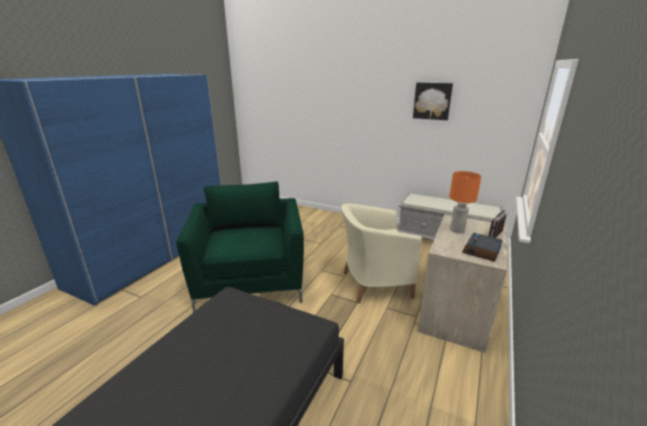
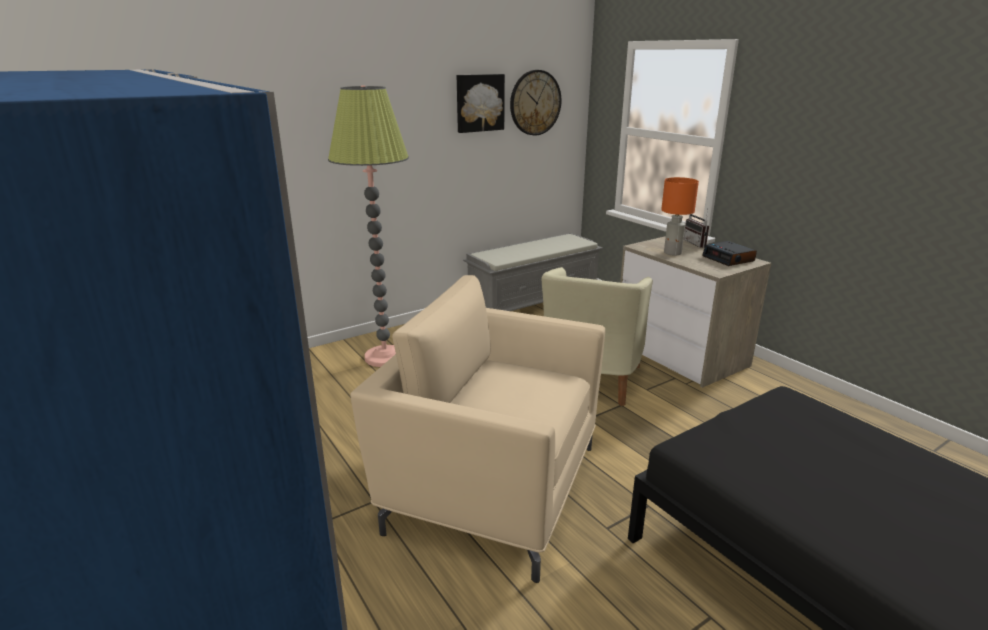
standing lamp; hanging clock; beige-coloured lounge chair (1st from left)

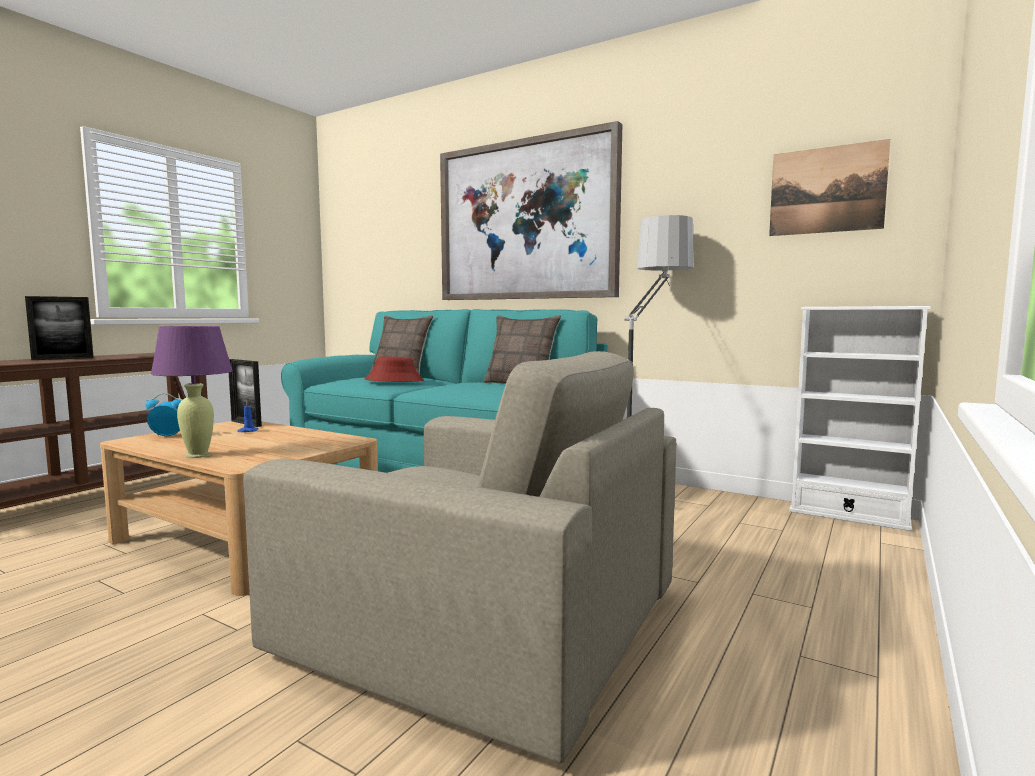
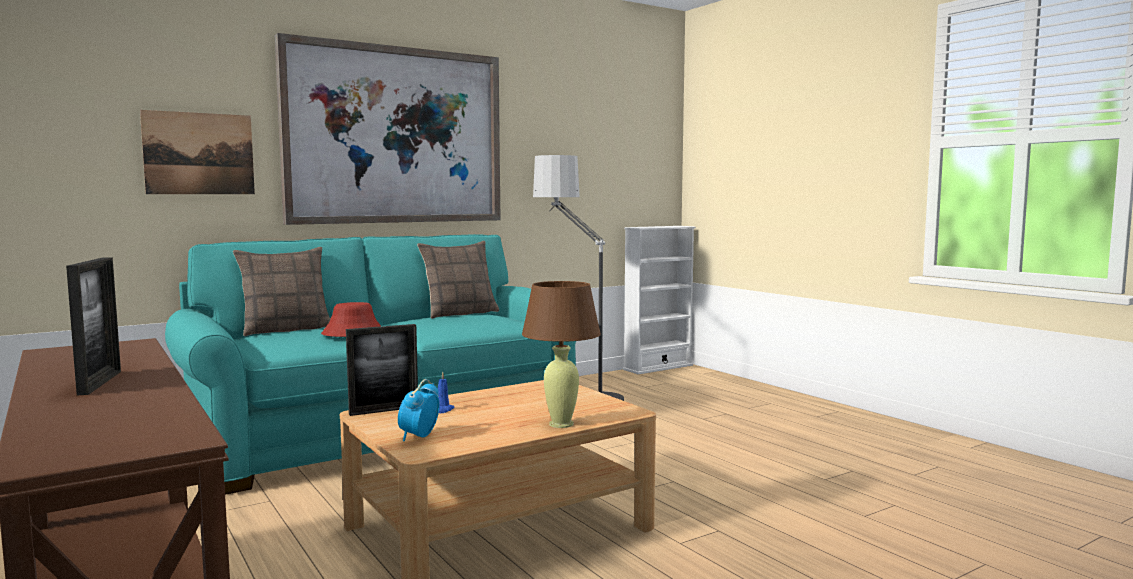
beige-coloured lounge chair; wall art (1st from left); brownish table lamp

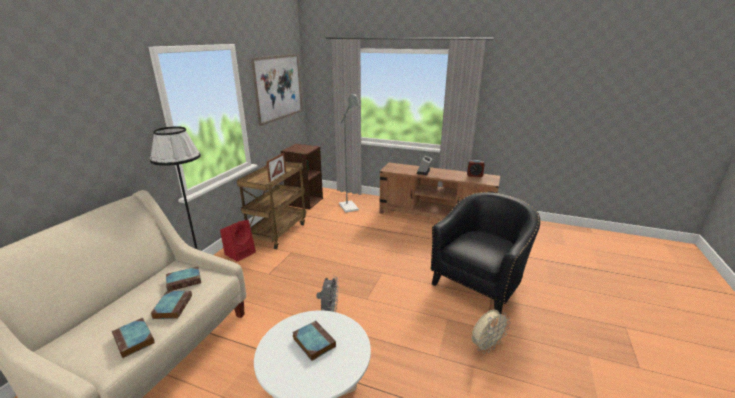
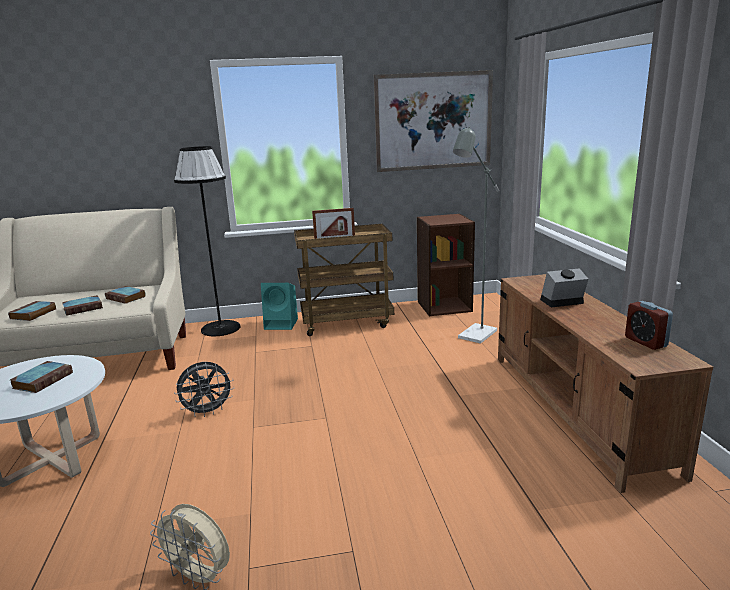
black-coloured lounge chair; blue-green loudspeaker

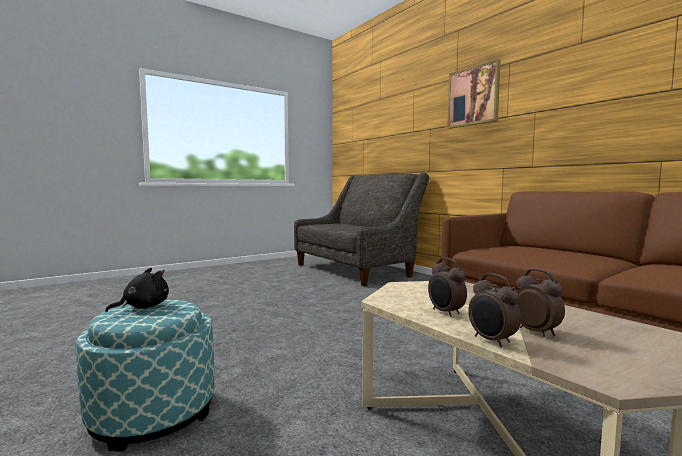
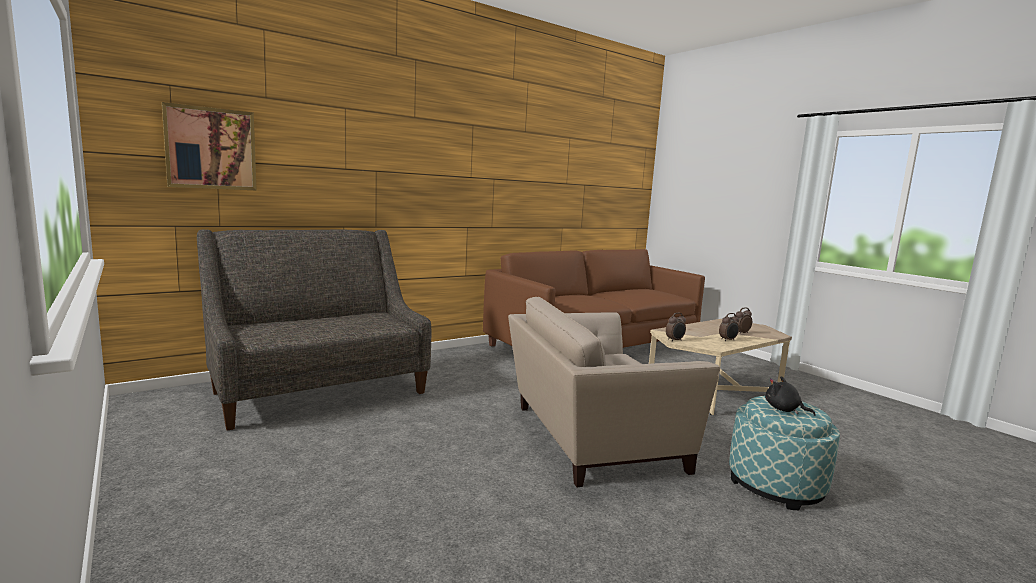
beige-coloured lounge chair; wall art; alarm clock (1st from left)

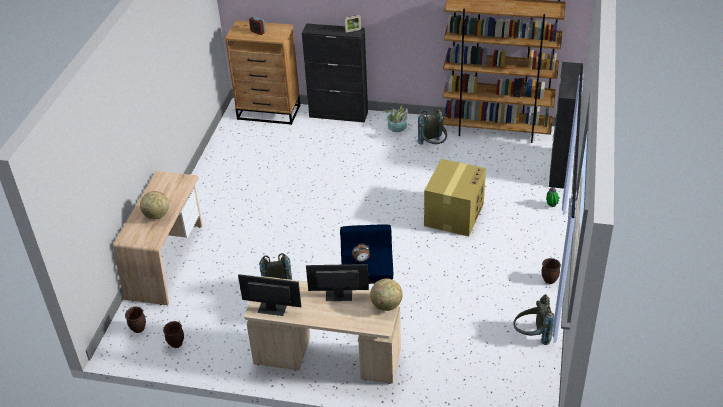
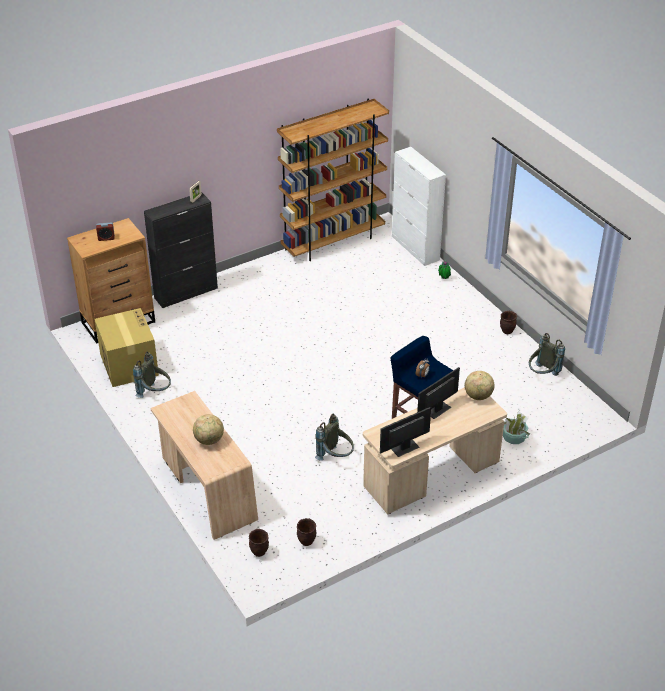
plant in a pot (2nd from left); gray rucksack (1st from left); packing box; white-coloured cabinet

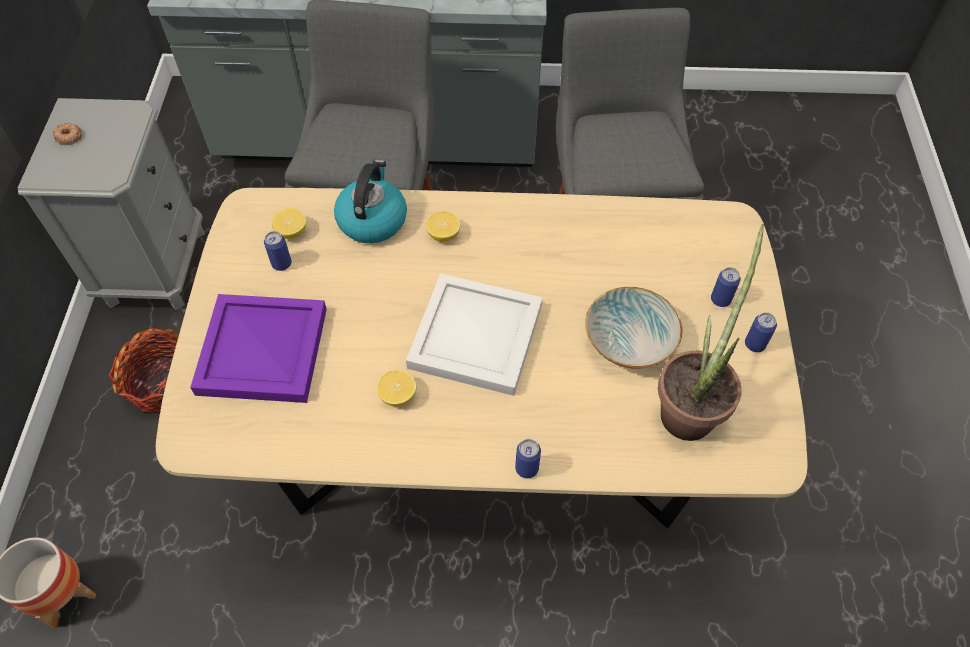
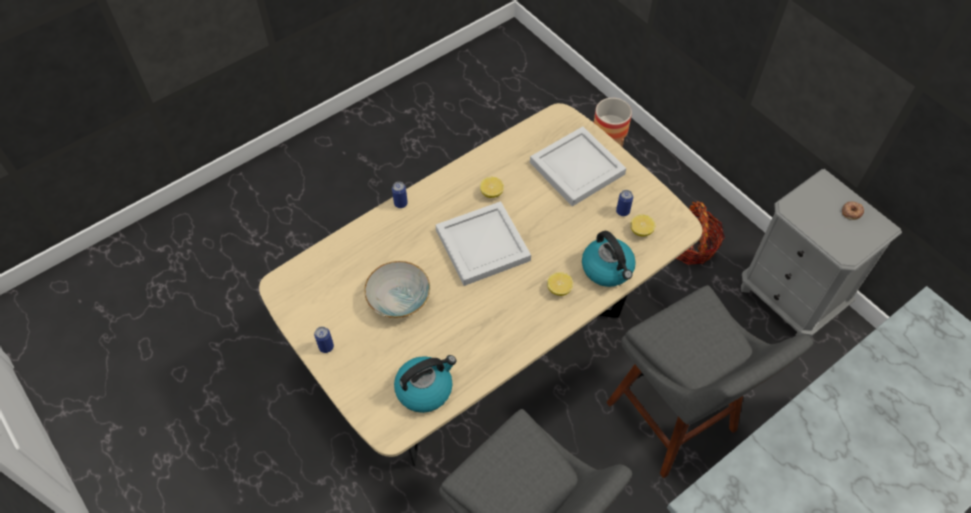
plant in a pot; can (3rd from left in the first image); kettle (1st from left); white-coloured carrying tray (2nd from left)

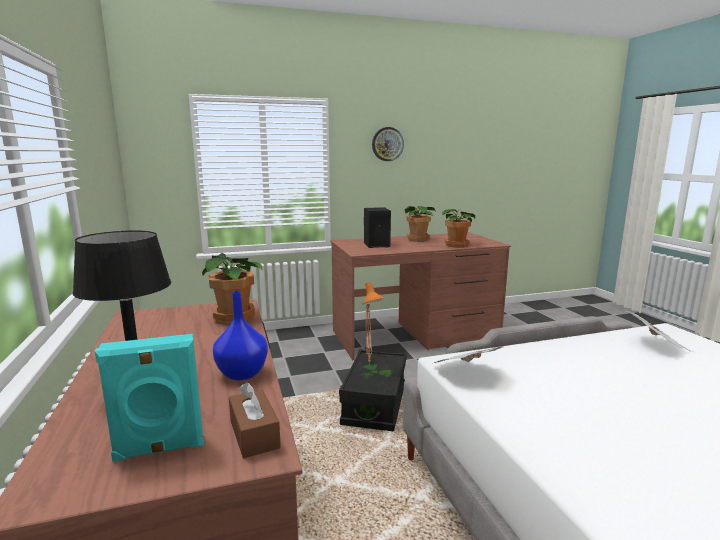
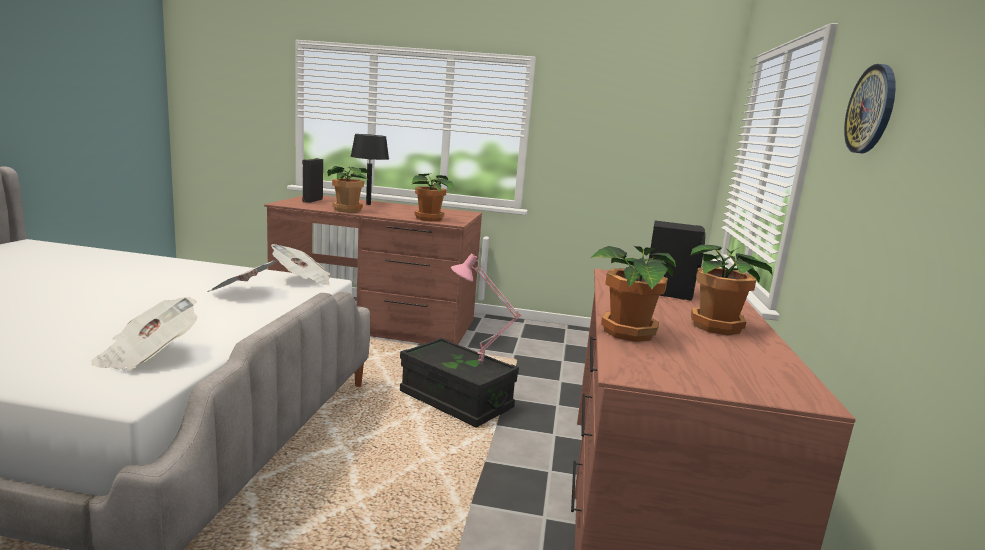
brownish box of tissues; printed paper (2nd from left); plant in a pot (1st from left); black-coloured loudspeaker (1st from left); pink-coloured table lamp

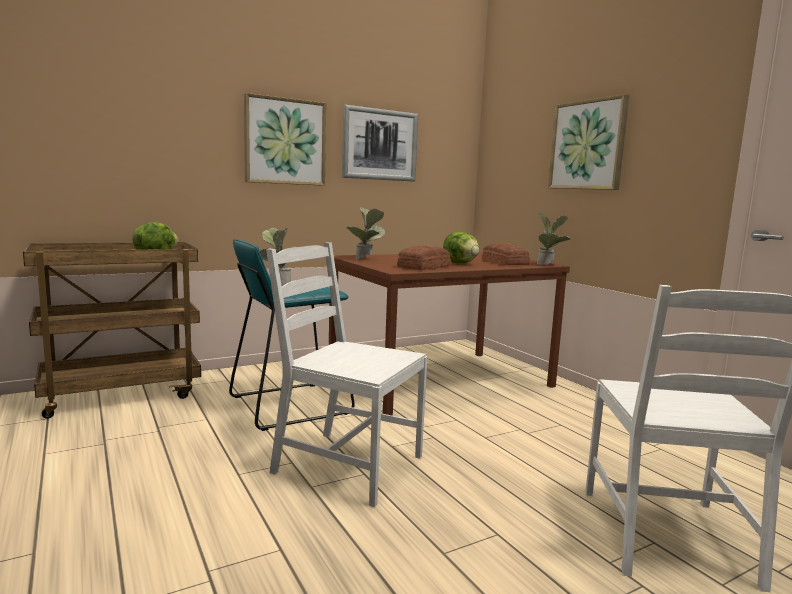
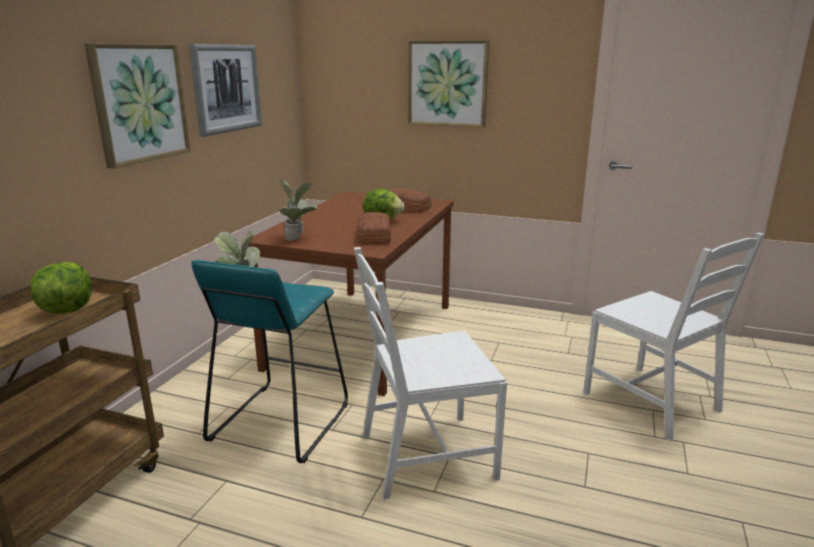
plant in a pot (3rd from left in the first image)

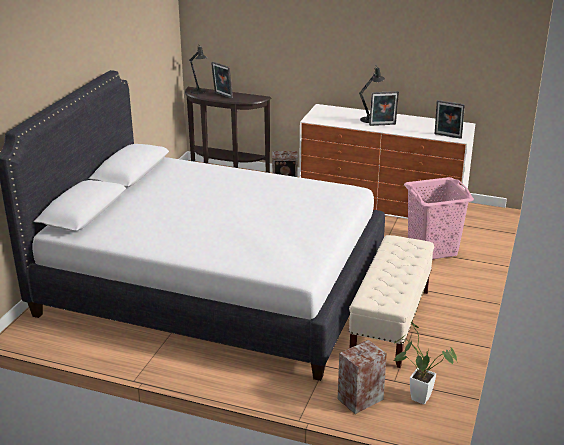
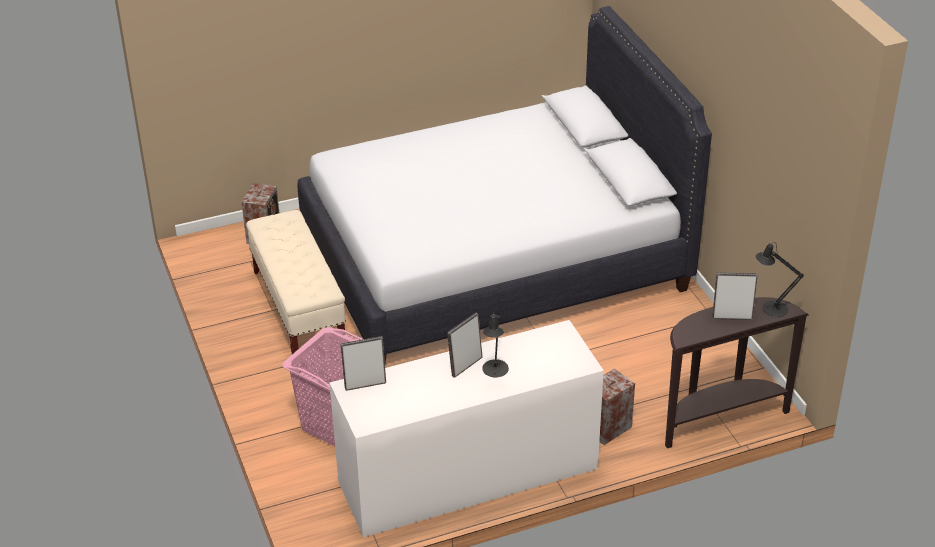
plant in a pot

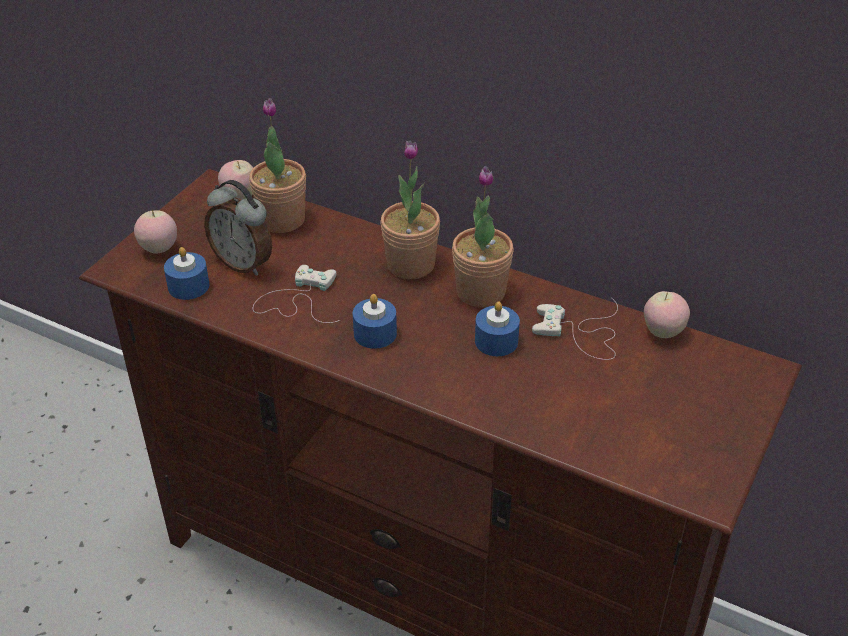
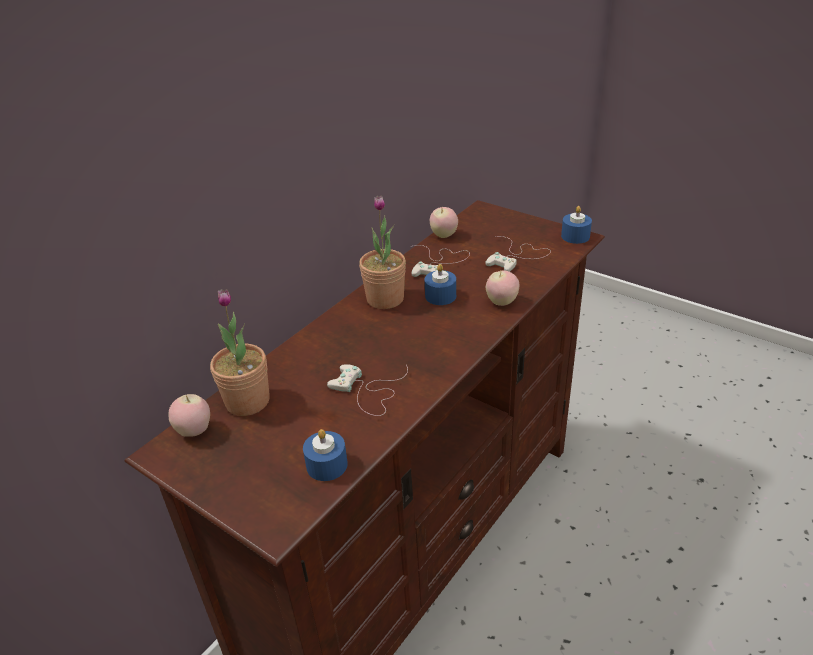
alarm clock; plant in a pot (2nd from left in the first image); white-coloured gamepad (3rd from left); whole apple (3rd from left); blue-coloured wax light (3rd from left)

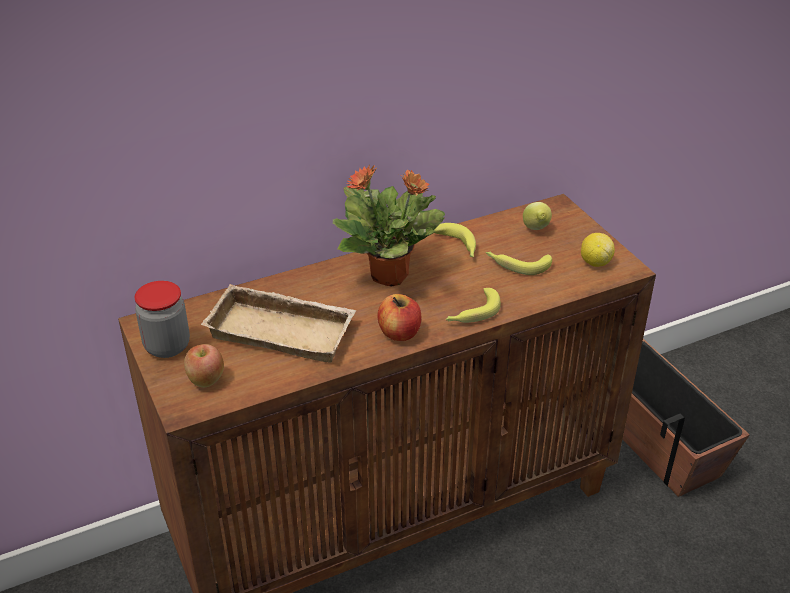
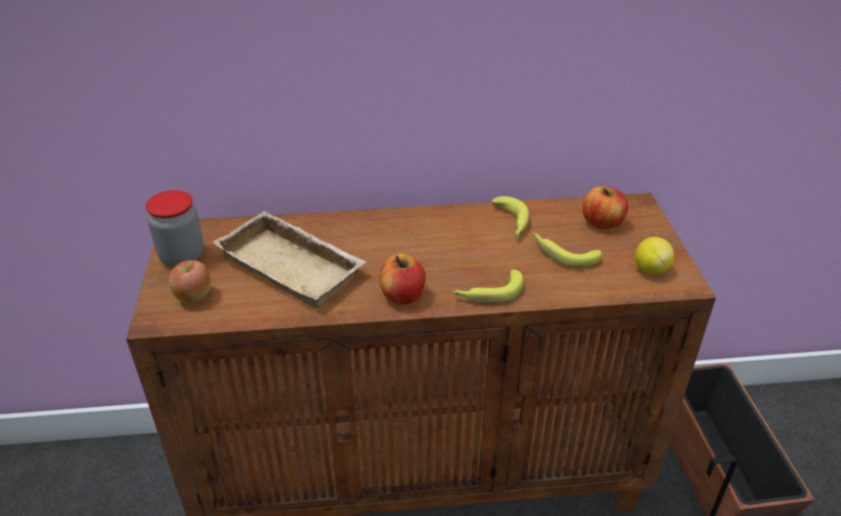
plant in a pot; whole apple (3rd from left)

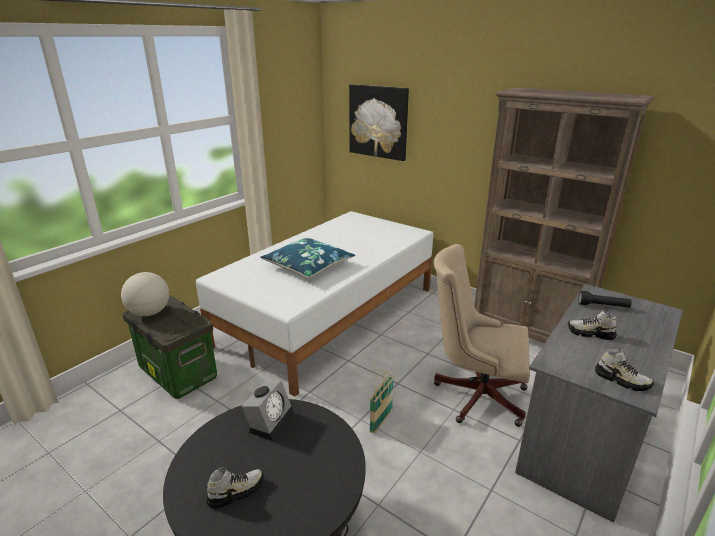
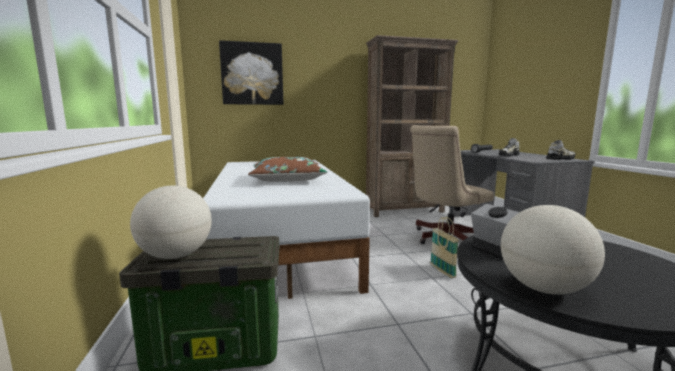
low shoe (1st from left in the first image); world globe (2nd from left); brownish pillow

